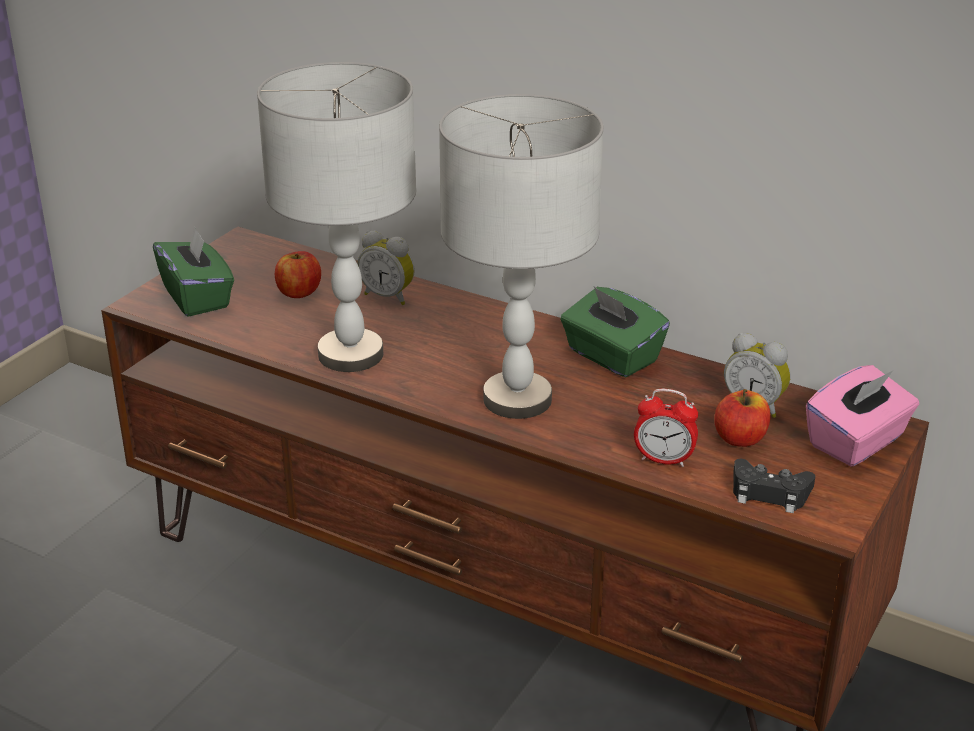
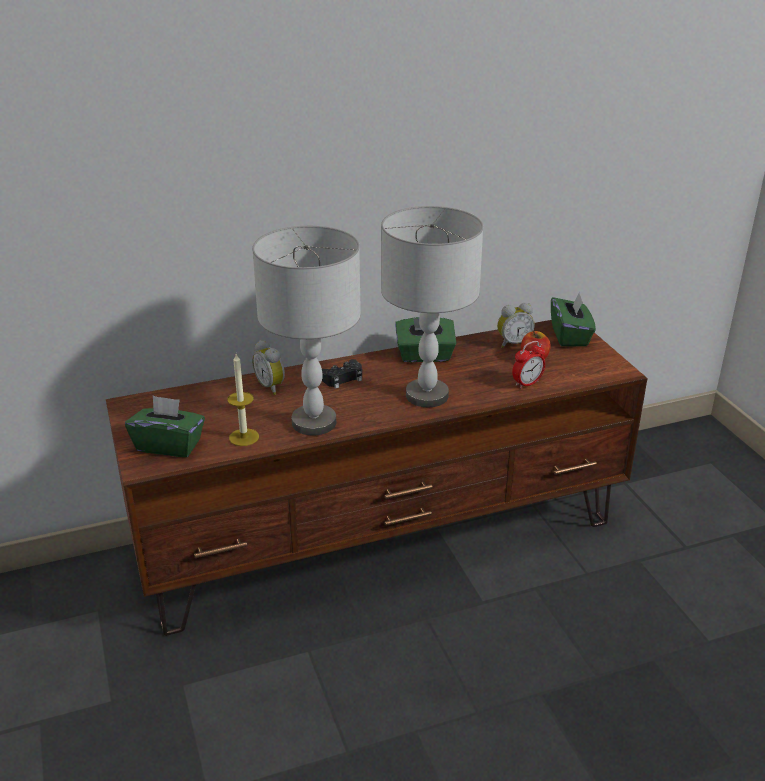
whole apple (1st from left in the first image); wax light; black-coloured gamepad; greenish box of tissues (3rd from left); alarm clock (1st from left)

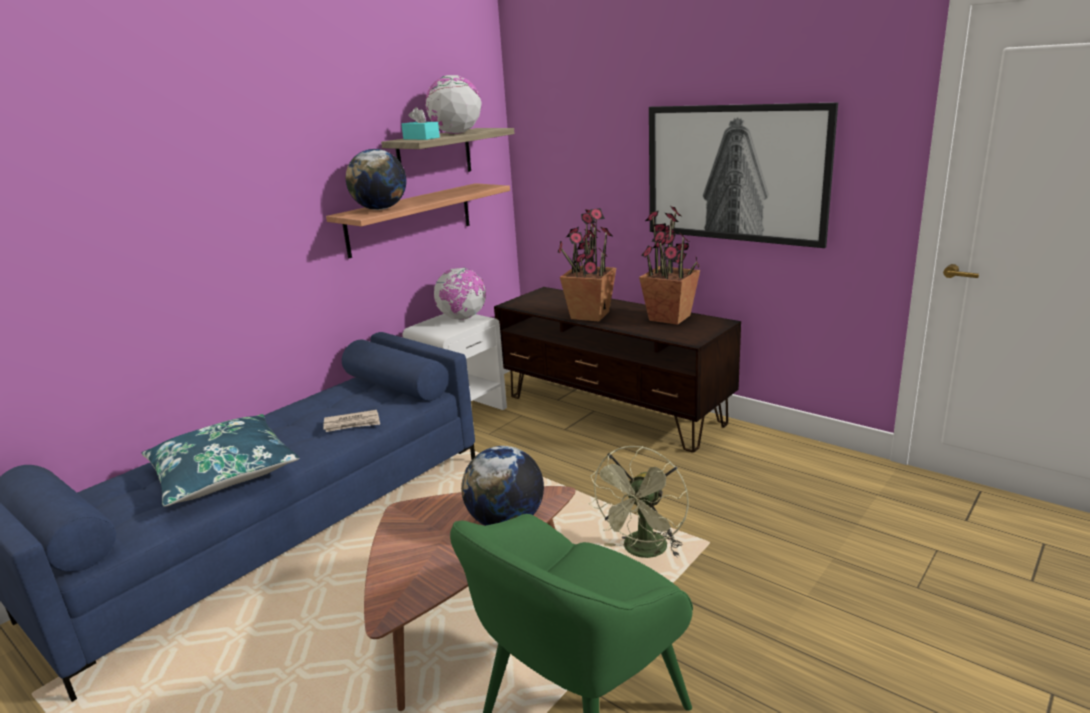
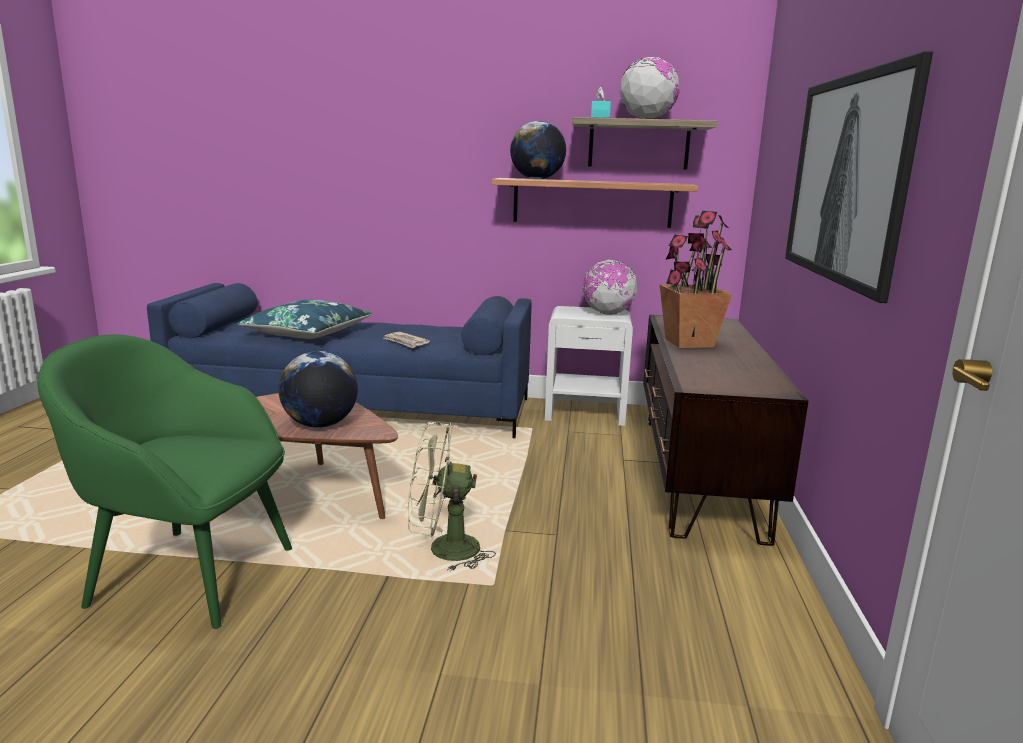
plant in a pot (2nd from left in the first image)

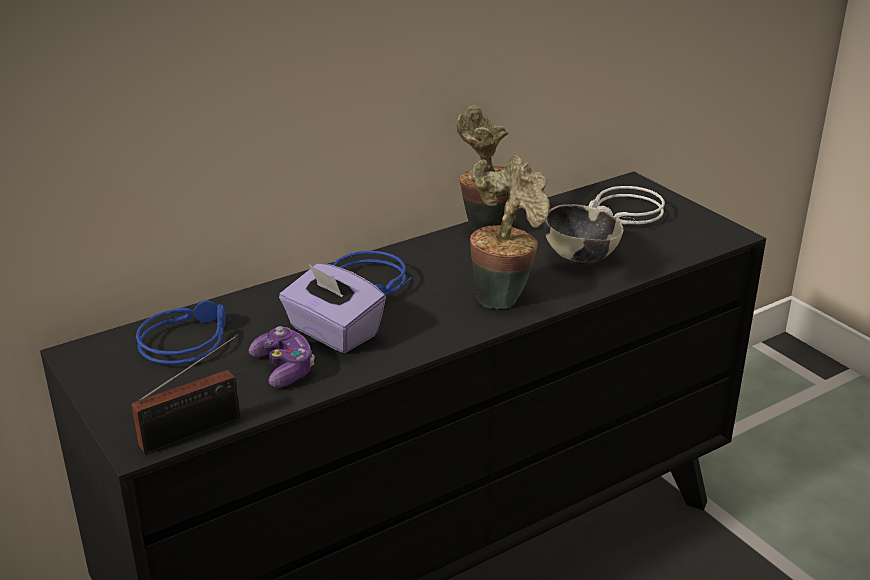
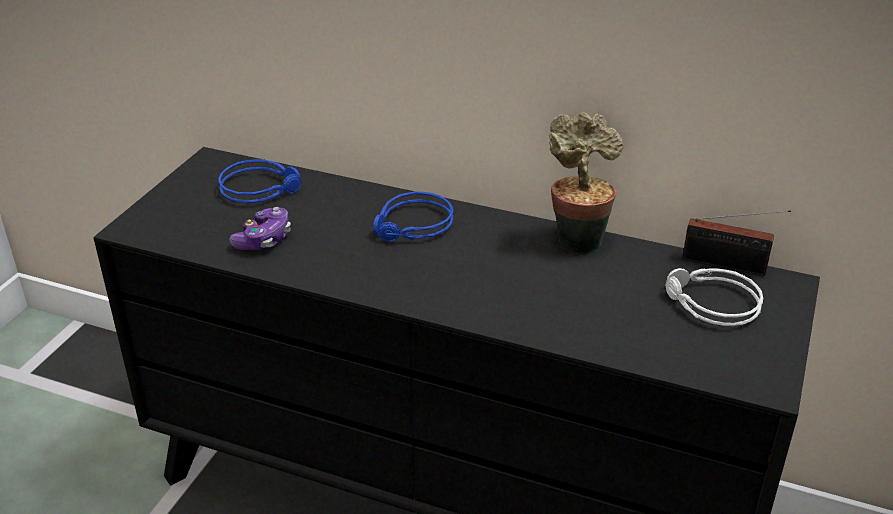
purple box of tissues; plant in a pot (2nd from left in the first image); deep dish; radio set

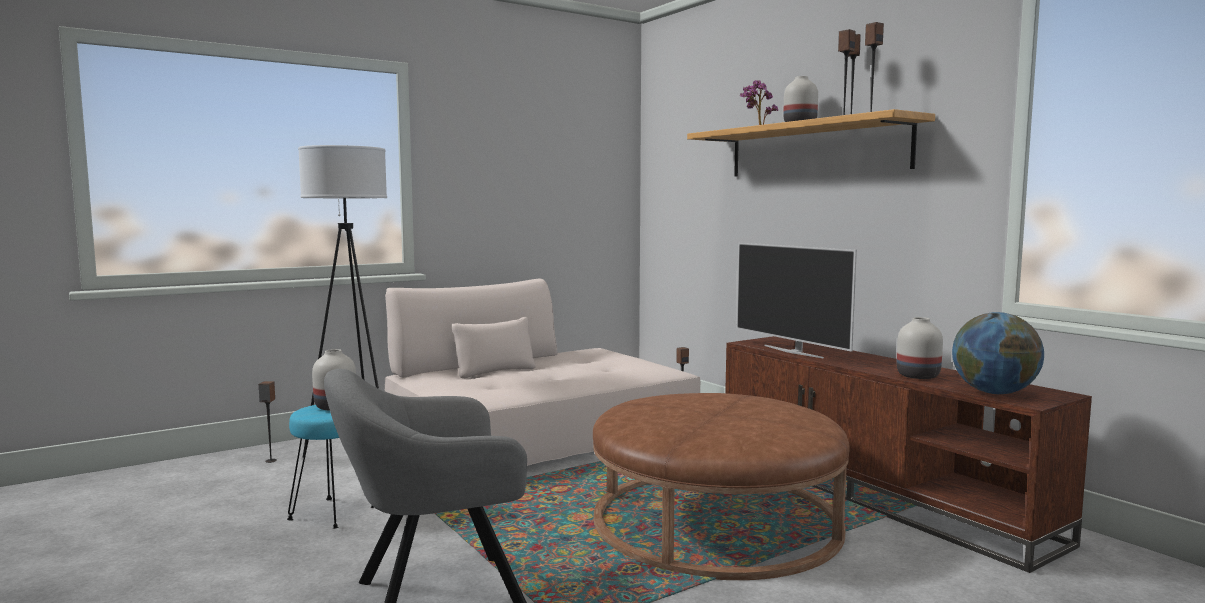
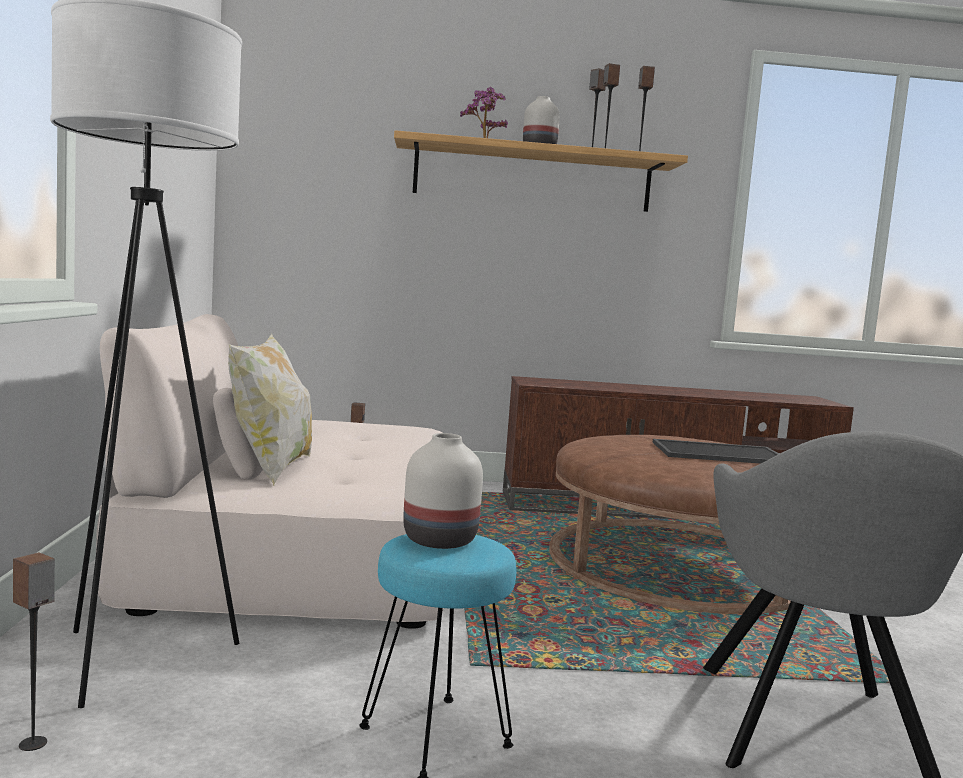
TV set; white-coloured decorative vase (3rd from left in the first image); world globe; pillow; carrying tray

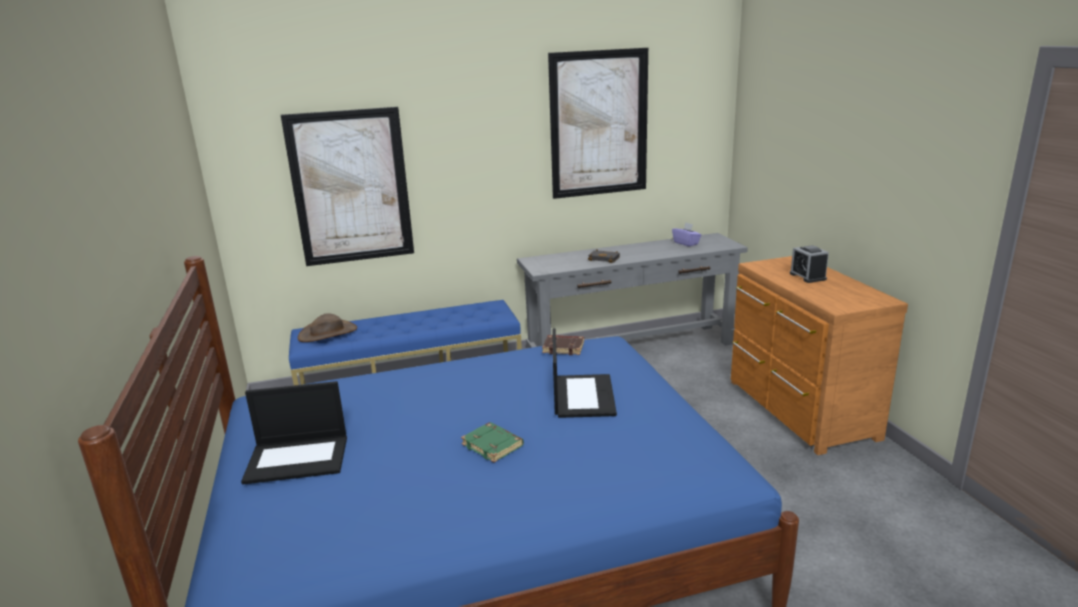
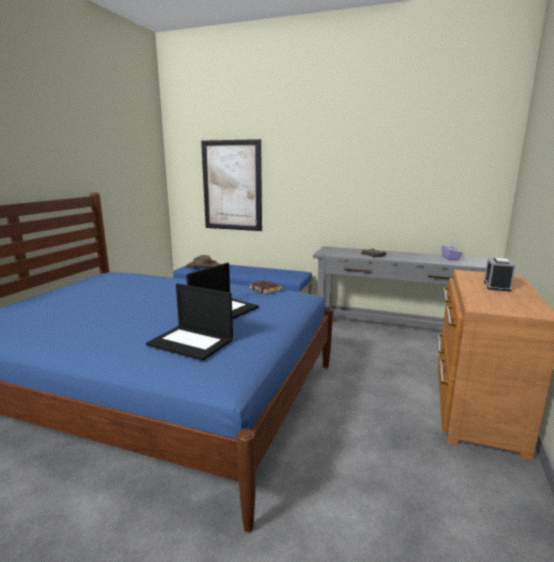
greenish volume; wall art (2nd from left in the first image); notebook computer (1st from left)

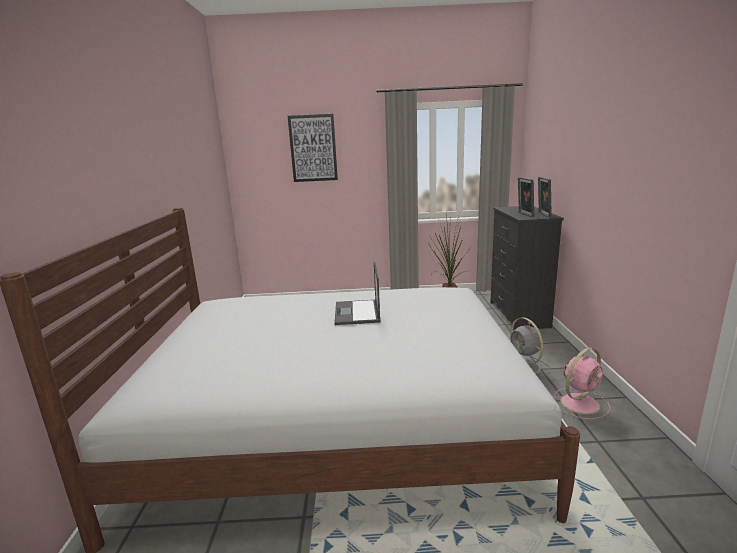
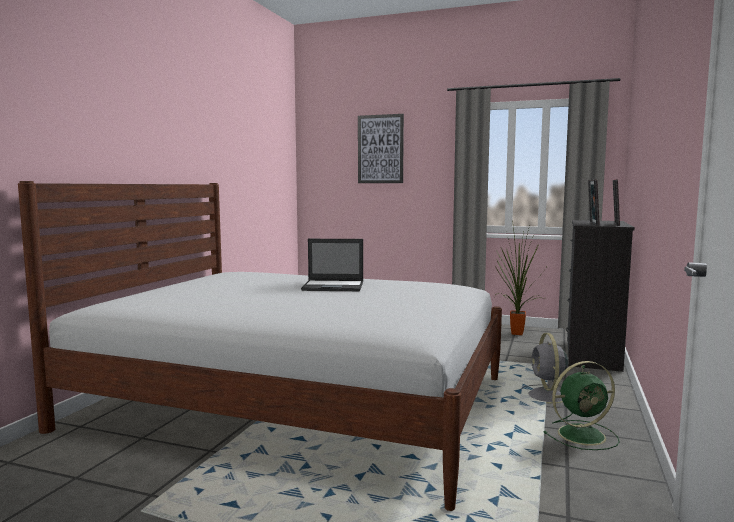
greenish cooling fan; notebook computer

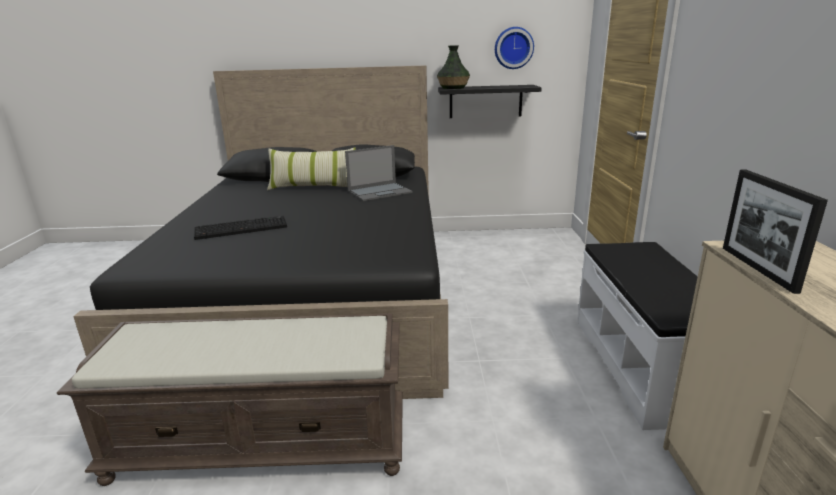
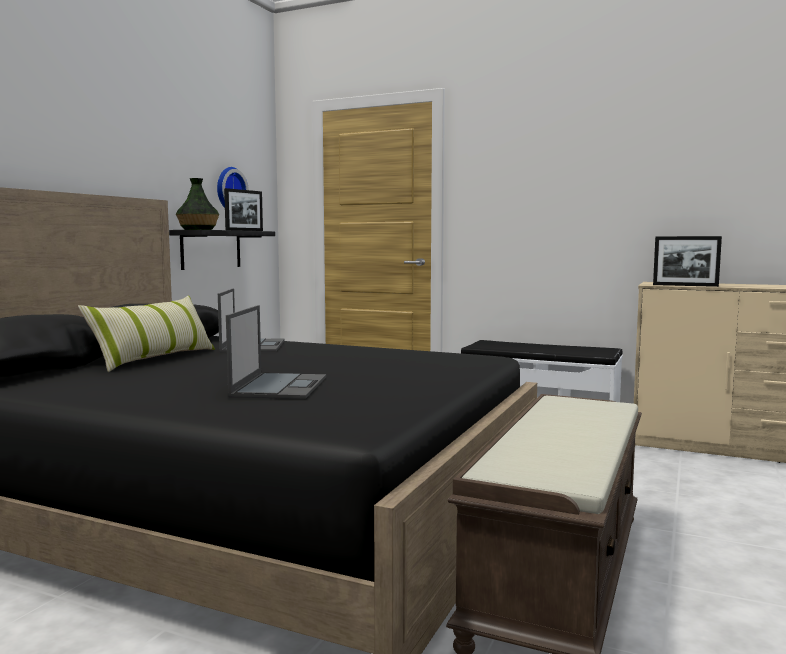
photo frame (1st from left); notebook computer (2nd from left)

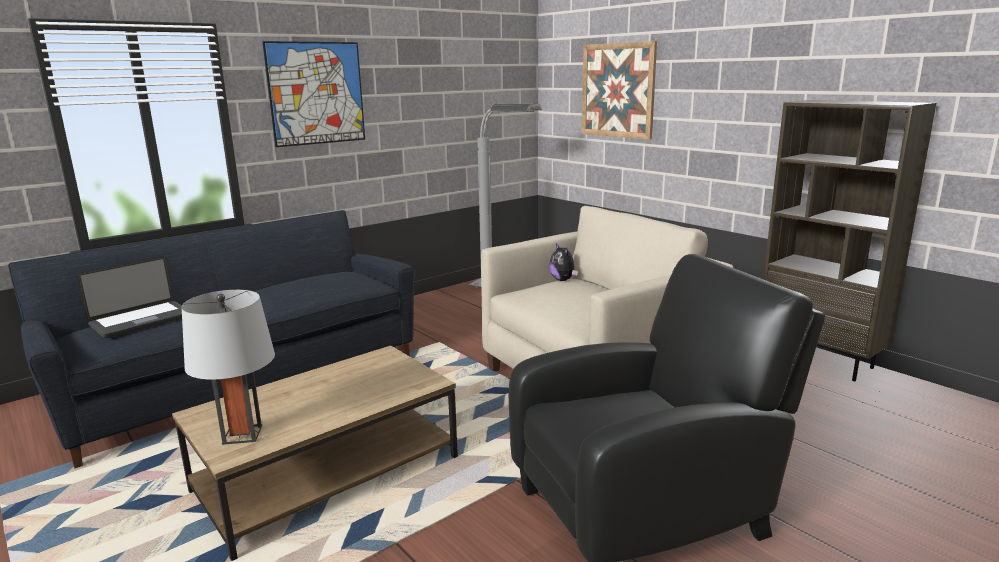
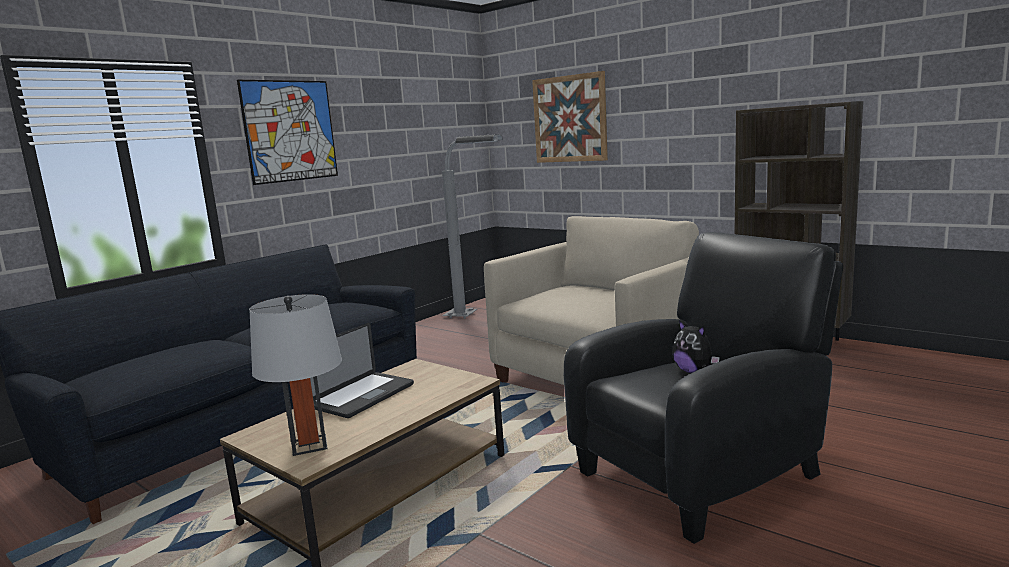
notebook computer; cuddly toy

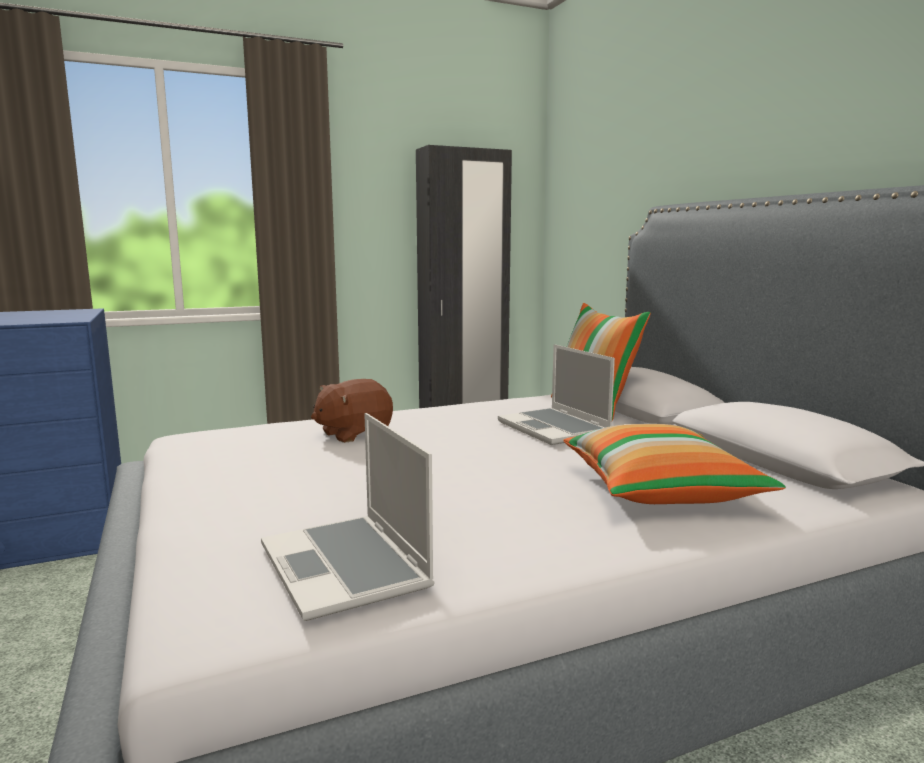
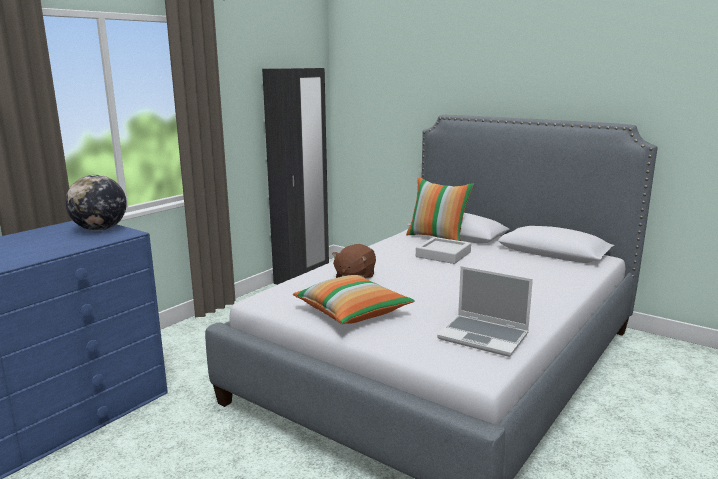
world globe; pillow (1st from left); gray carrying tray

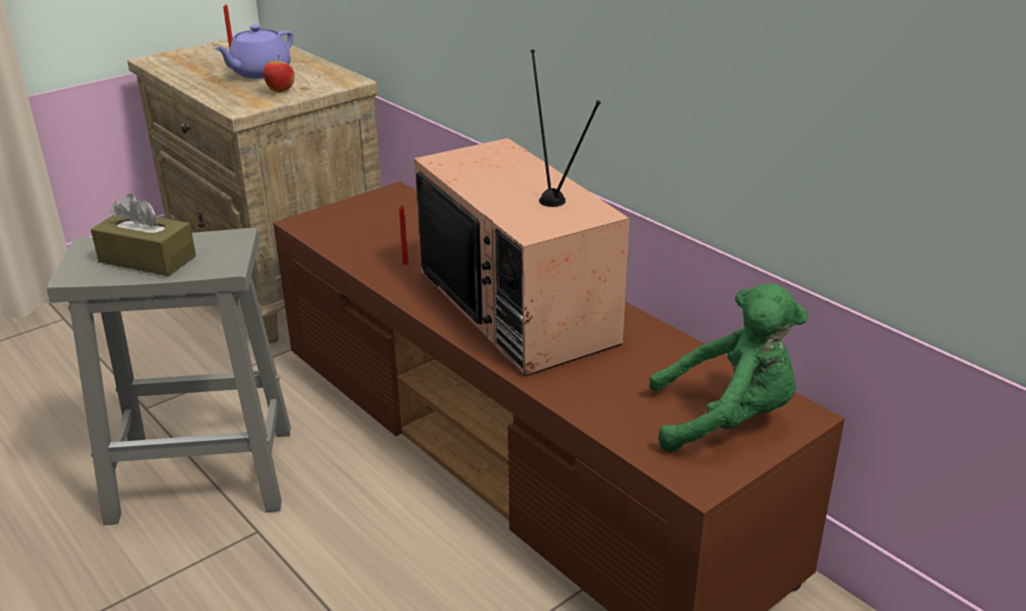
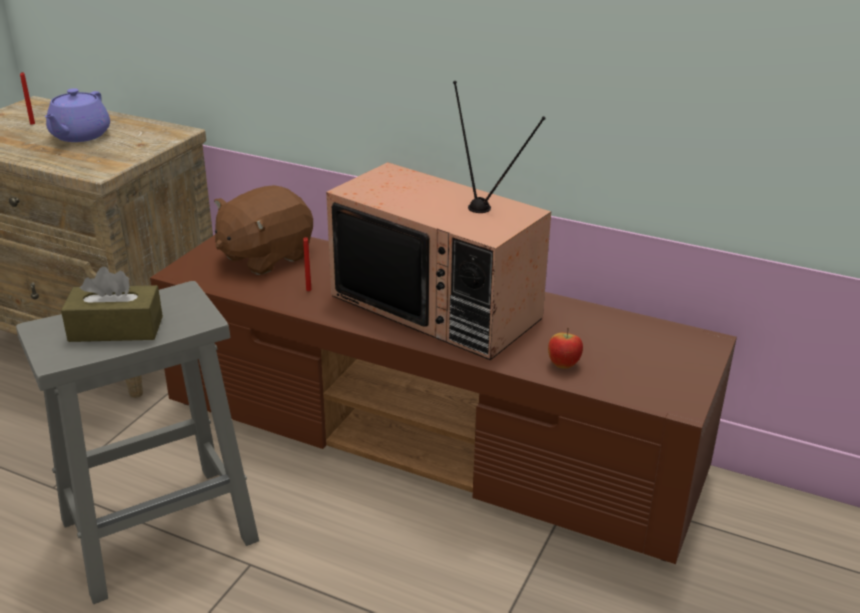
greenish cuddly toy; brownish cuddly toy; whole apple

